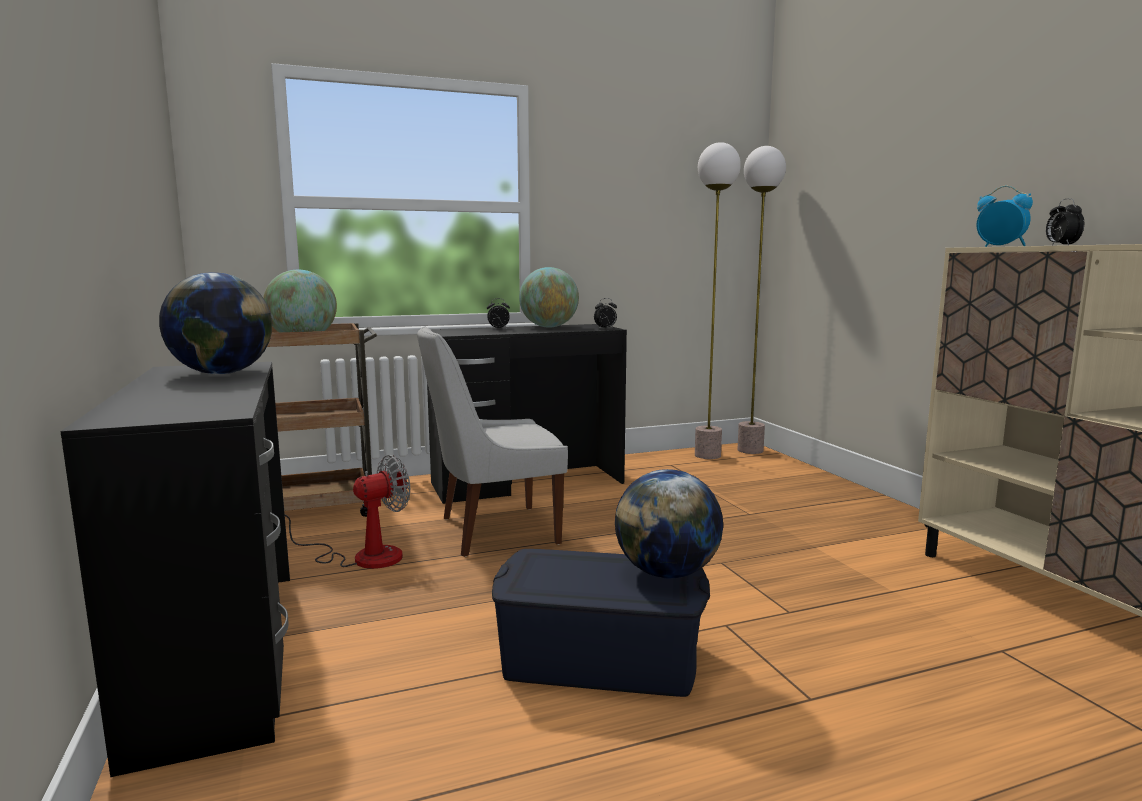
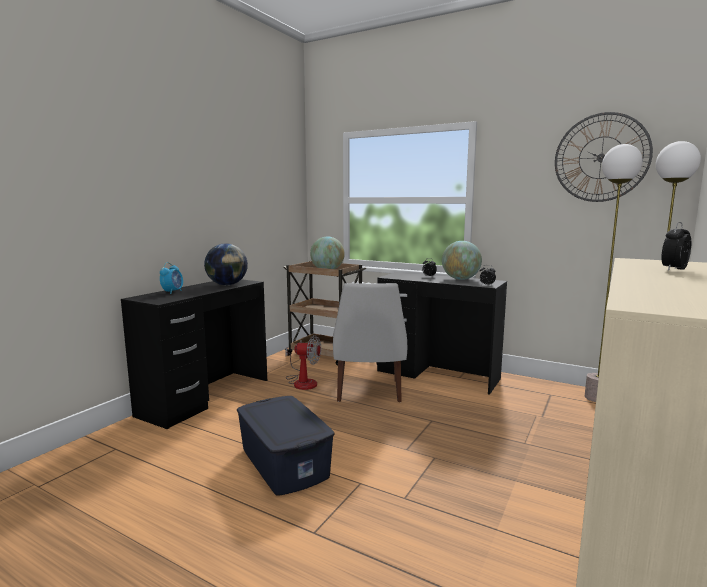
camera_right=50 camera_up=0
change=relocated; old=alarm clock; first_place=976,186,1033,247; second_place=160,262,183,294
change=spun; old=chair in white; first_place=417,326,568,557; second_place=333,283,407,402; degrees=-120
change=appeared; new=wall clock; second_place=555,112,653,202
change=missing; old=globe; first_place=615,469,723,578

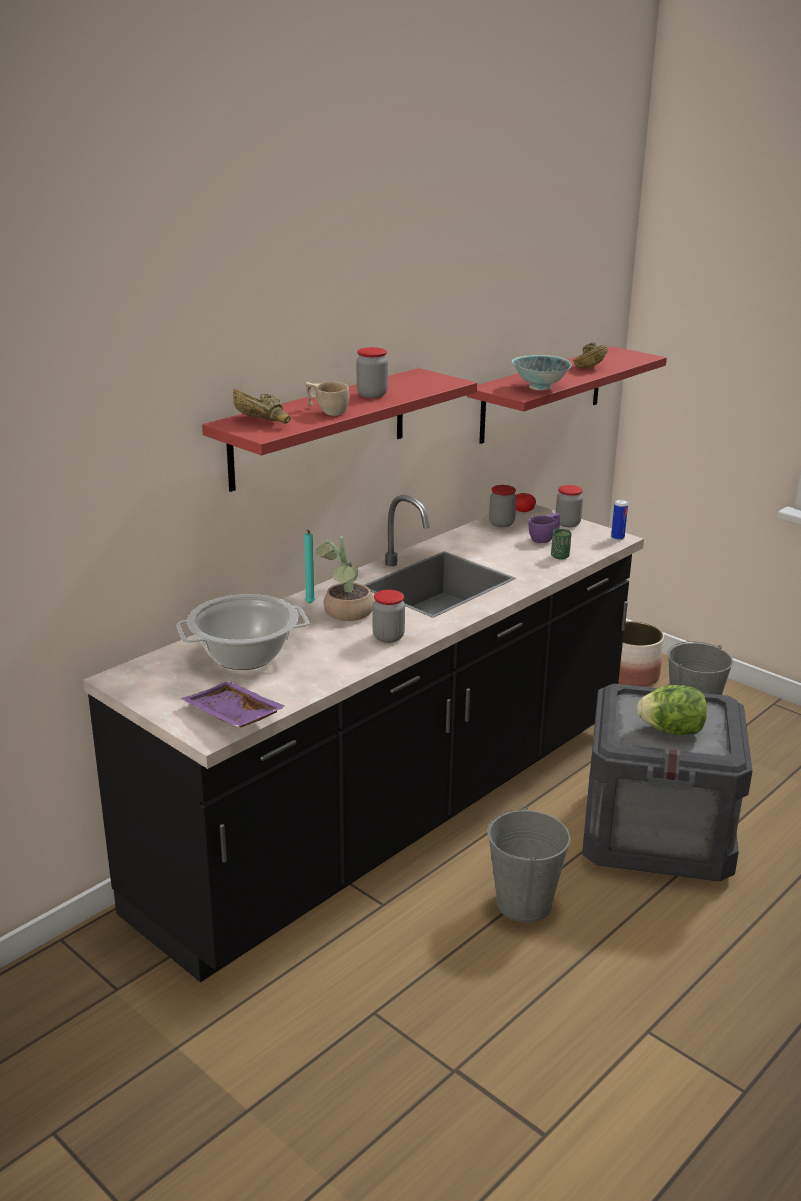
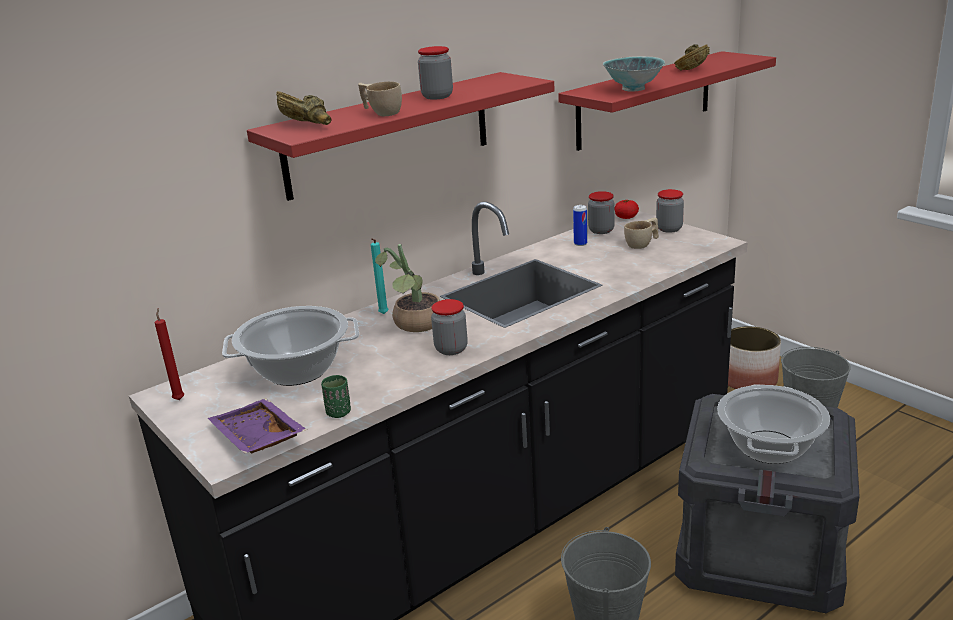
camera_right=10 camera_up=0
change=appeared; new=candle in red; second_place=154,308,184,400
change=relocated; old=cup in green; first_place=551,529,572,560; second_place=321,375,351,418
change=relocated; old=can; first_place=611,500,628,540; second_place=573,205,587,246
change=colour; old=cup in purple; new=cup in beige; first_place=529,513,560,543; second_place=624,218,659,249
change=exchanged; old=lettuce; new=cooking pot; first_place=637,685,707,735; second_place=717,385,830,464

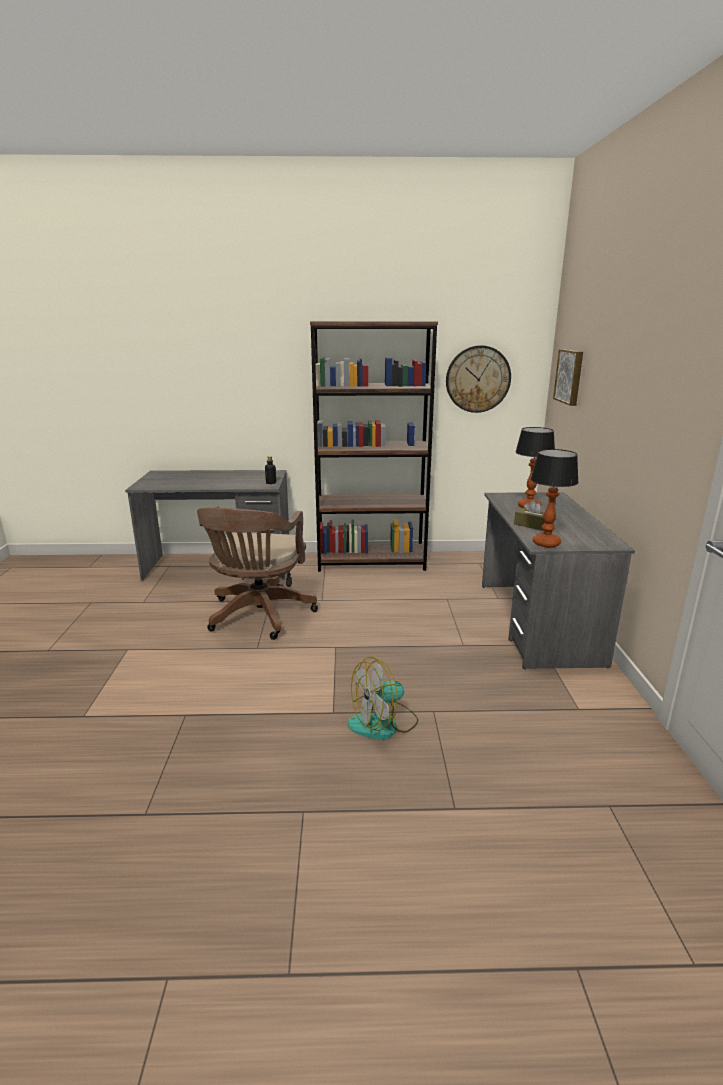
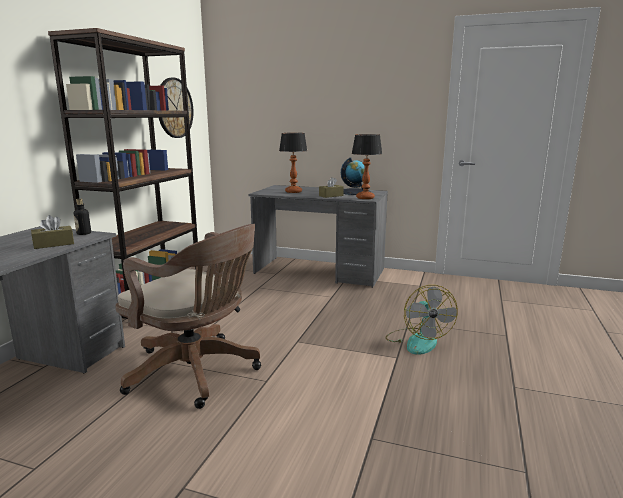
camera_right=-70 camera_up=-5
change=appeared; new=tissue box in brown; second_place=31,215,74,249
change=appeared; new=globe; second_place=341,157,371,195
change=missing; old=picture; first_place=553,349,583,406

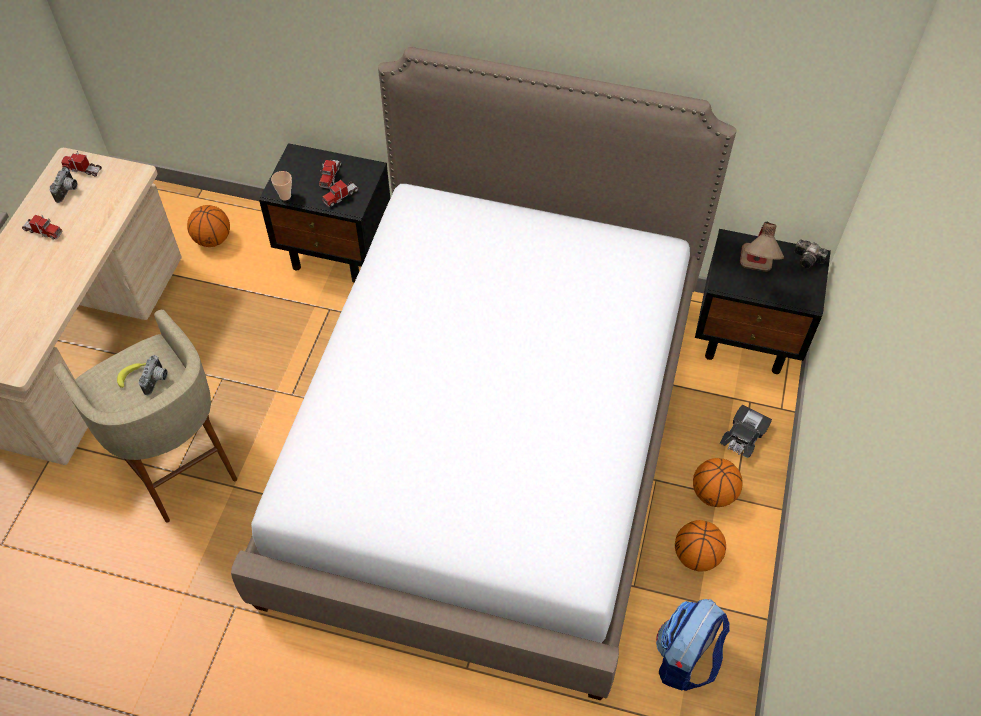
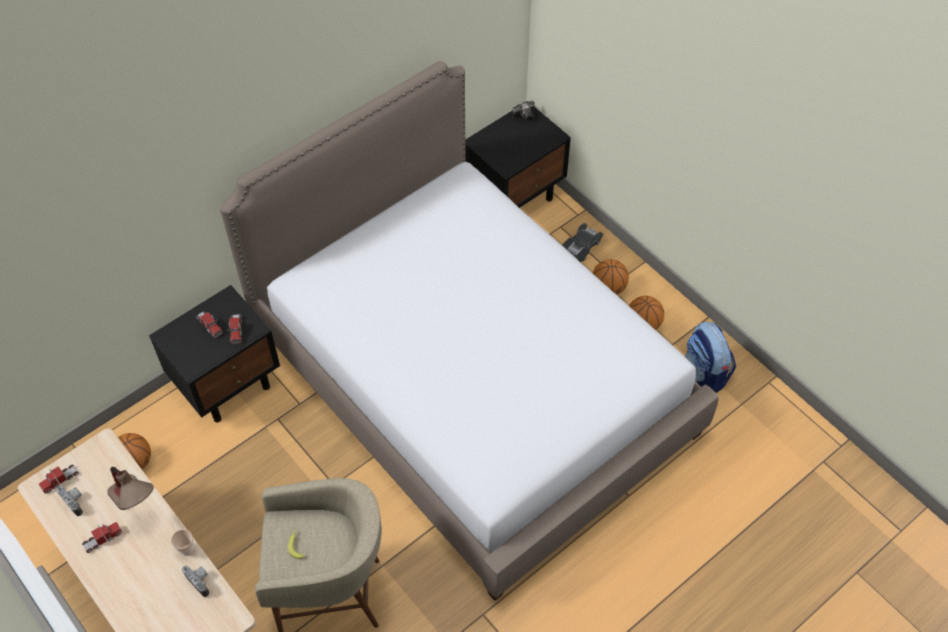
camera_right=-55 camera_up=0
change=relocated; old=table lamp; first_place=740,222,784,272; second_place=107,467,154,510
change=relocated; old=cup; first_place=271,171,292,201; second_place=171,529,193,556
change=relocated; old=photo camera; first_place=139,355,168,395; second_place=182,566,209,597
change=spun; old=toy car in black; first_place=720,404,772,458; second_place=562,223,603,262; degrees=-120

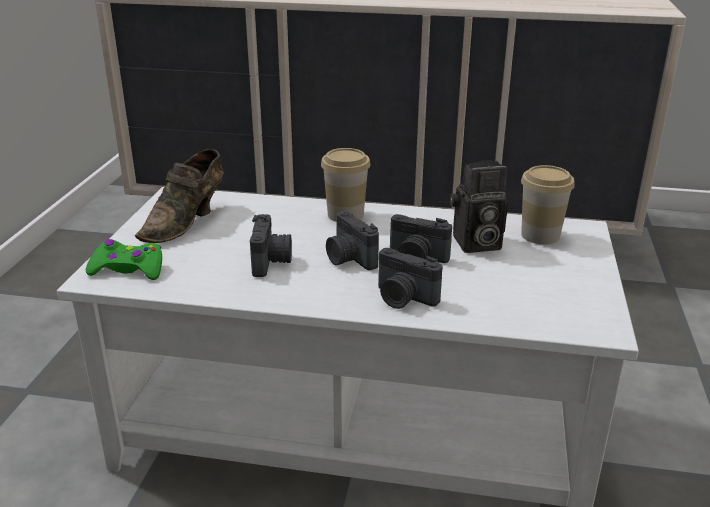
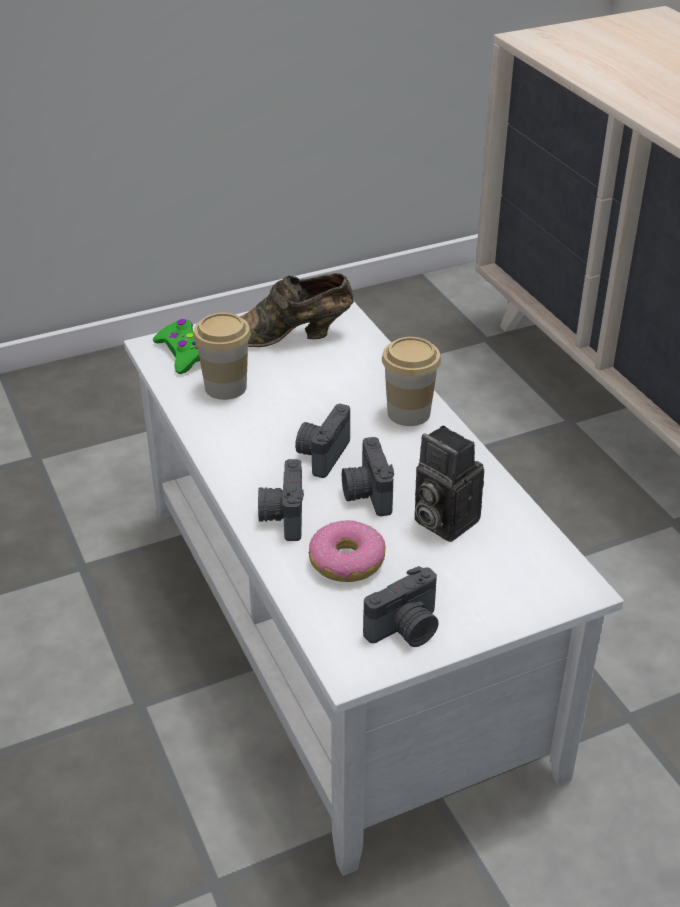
camera_right=55 camera_up=10
change=relocated; old=cup; first_place=521,165,575,245; second_place=193,313,251,400
change=appeared; new=donut; second_place=308,520,386,582
change=relocated; old=photo camera; first_place=250,214,292,277; second_place=363,566,439,647

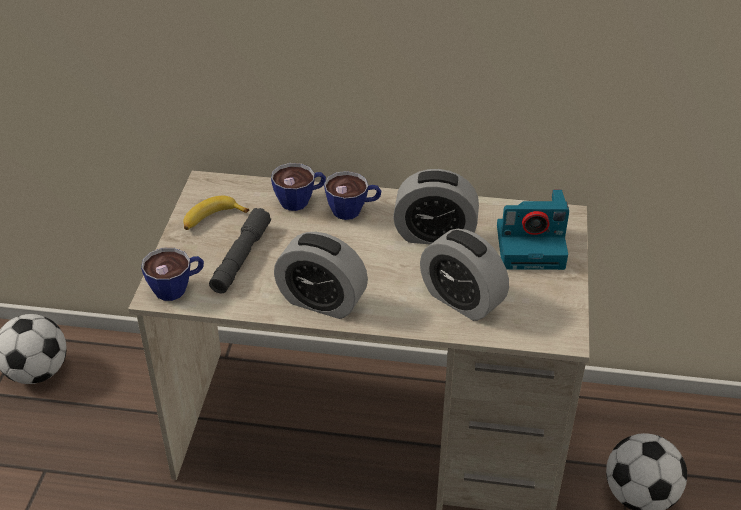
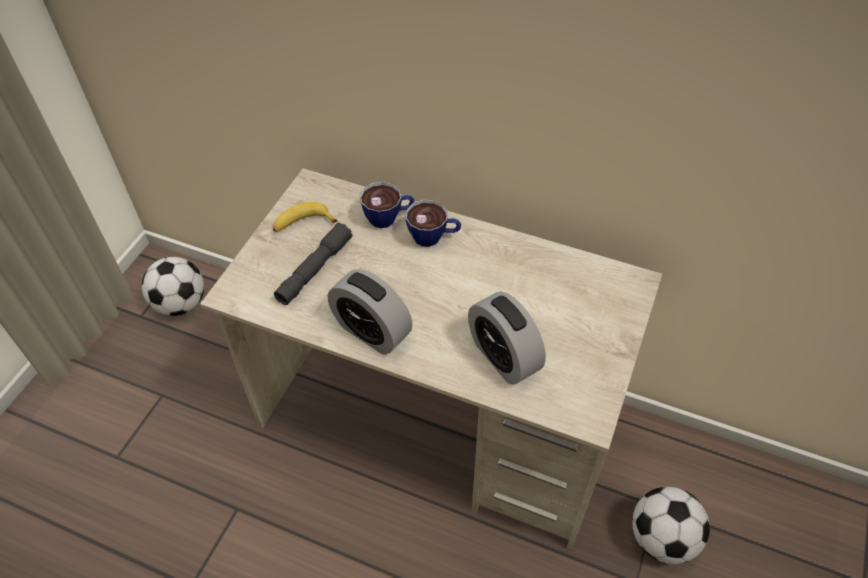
camera_right=15 camera_up=10
change=missing; old=cup; first_place=141,248,204,301
change=missing; old=alarm clock; first_place=393,169,479,244
change=missing; old=photo camera; first_place=497,190,569,270

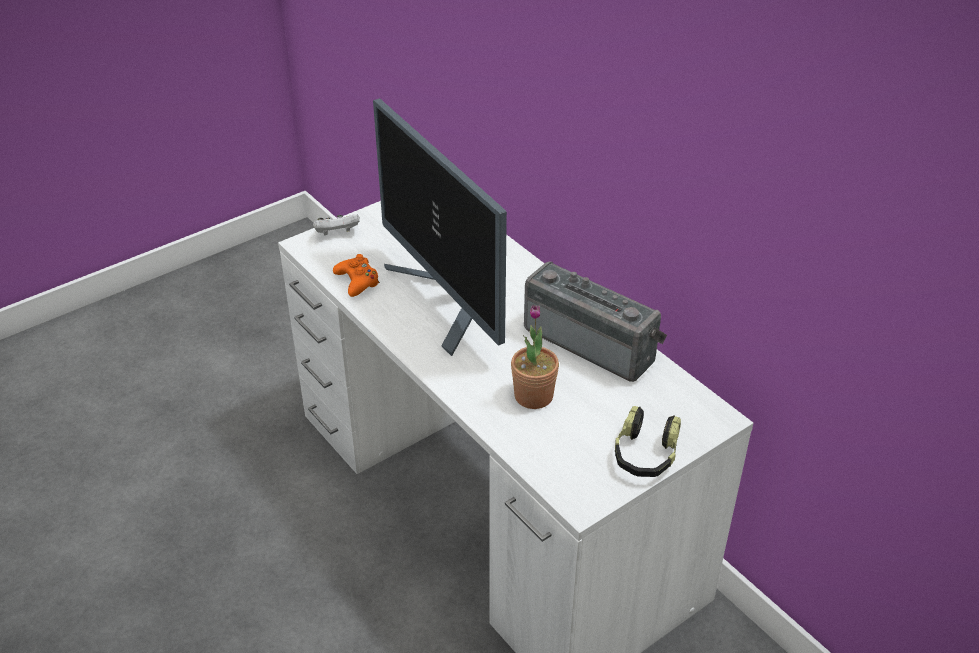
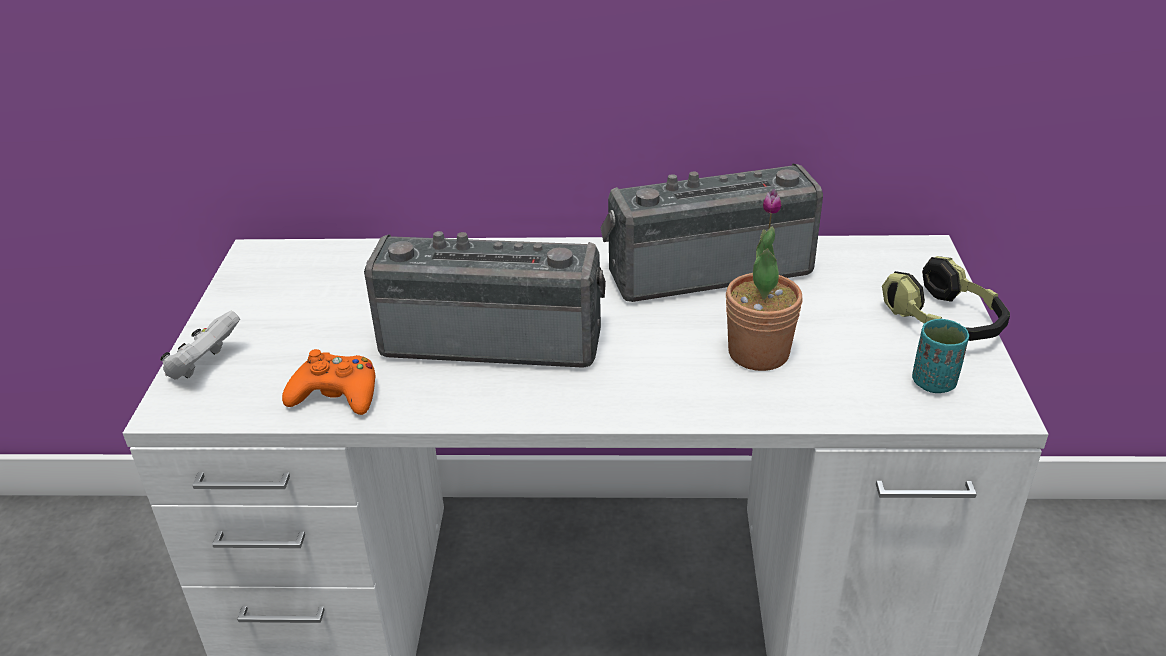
camera_right=-50 camera_up=-5
change=exchanged; old=monitor; new=radio; first_place=373,98,507,356; second_place=364,231,606,368
change=appeared; new=cup in turquoise; second_place=912,319,969,393

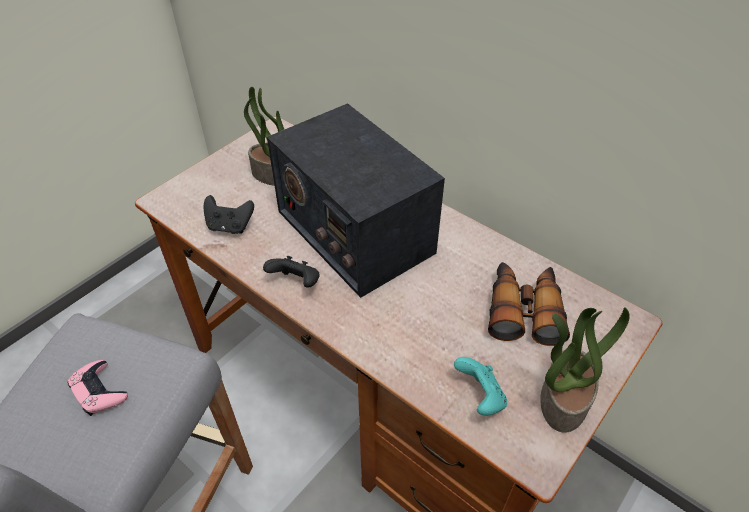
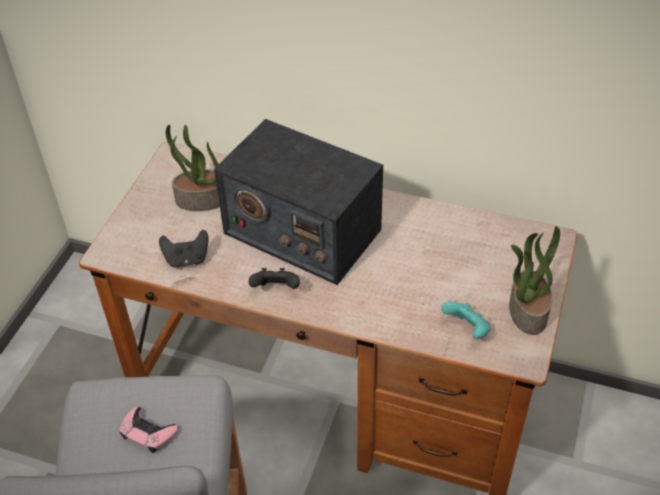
camera_right=-20 camera_up=0
change=missing; old=binoculars; first_place=488,262,570,346

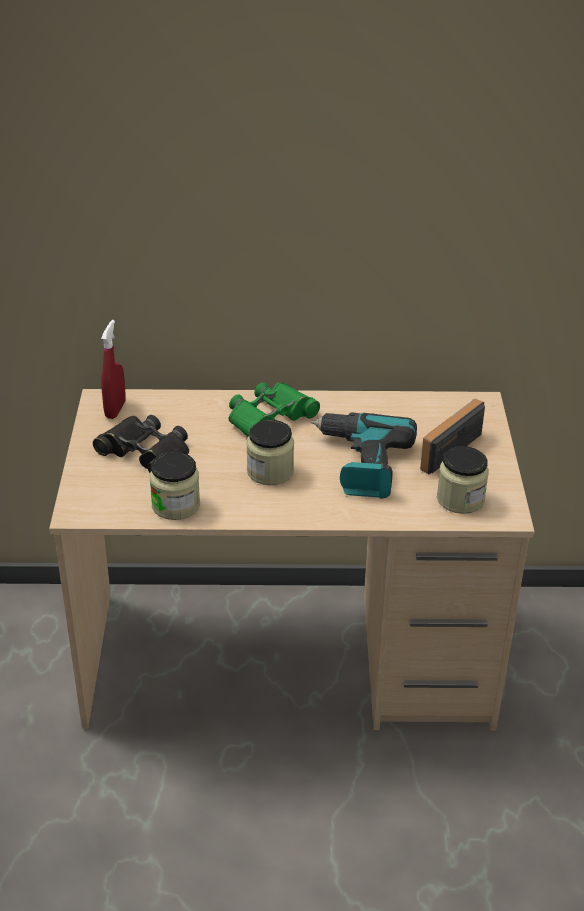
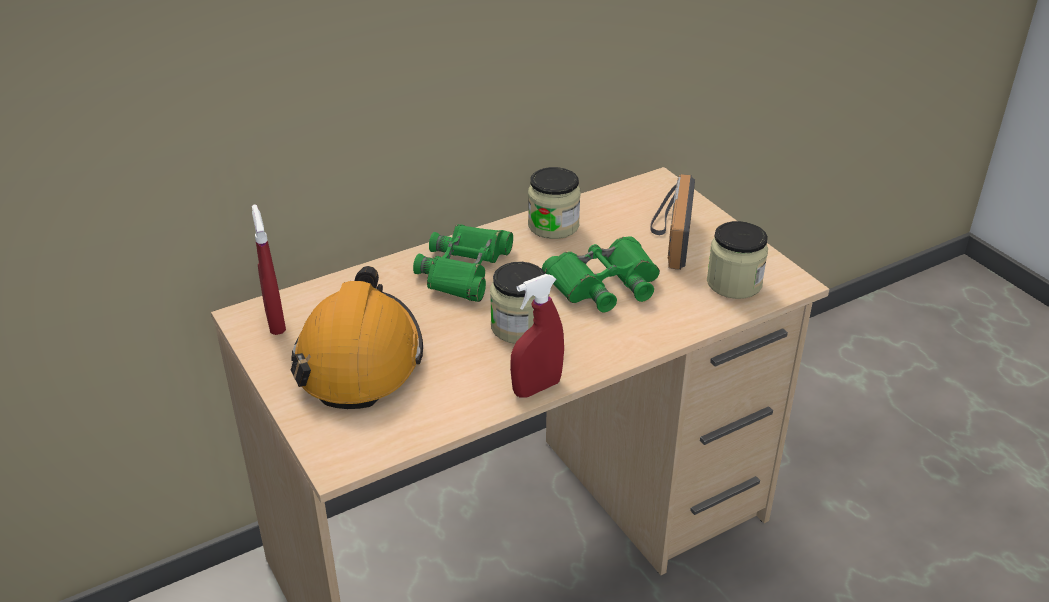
camera_right=-30 camera_up=0
change=exchanged; old=binoculars in black; new=hard hat in orange; first_place=93,415,189,473; second_place=291,266,423,409
change=appeared; new=spray bottle in red; second_place=510,274,564,398
change=relocated; old=jar; first_place=149,452,200,520; second_place=528,167,581,239
change=exchanged; old=power drill; new=binoculars in green; first_place=311,412,417,499; second_place=542,236,660,312

